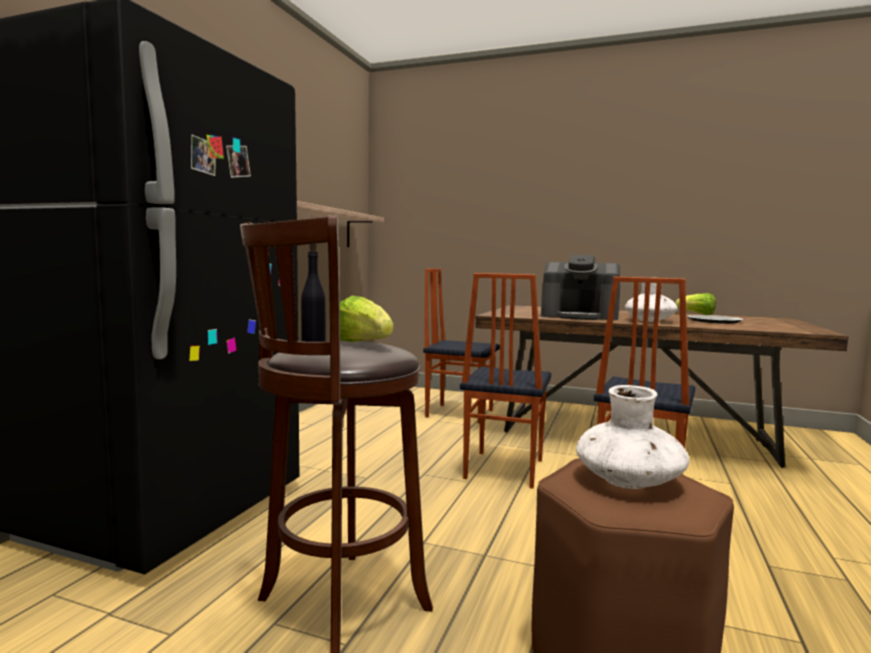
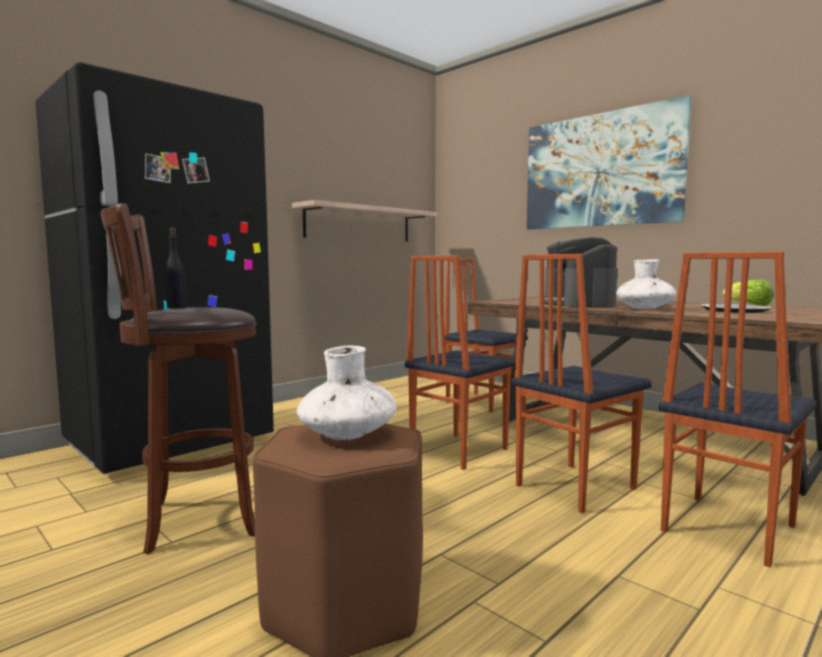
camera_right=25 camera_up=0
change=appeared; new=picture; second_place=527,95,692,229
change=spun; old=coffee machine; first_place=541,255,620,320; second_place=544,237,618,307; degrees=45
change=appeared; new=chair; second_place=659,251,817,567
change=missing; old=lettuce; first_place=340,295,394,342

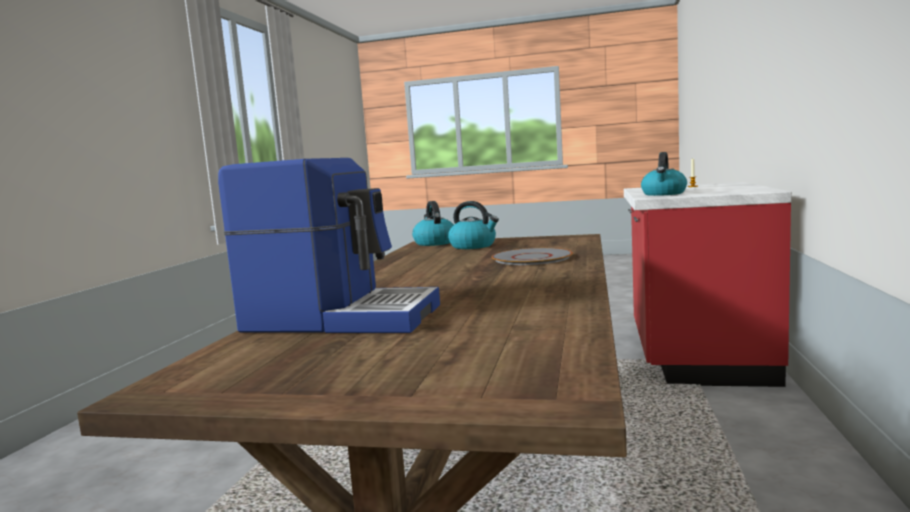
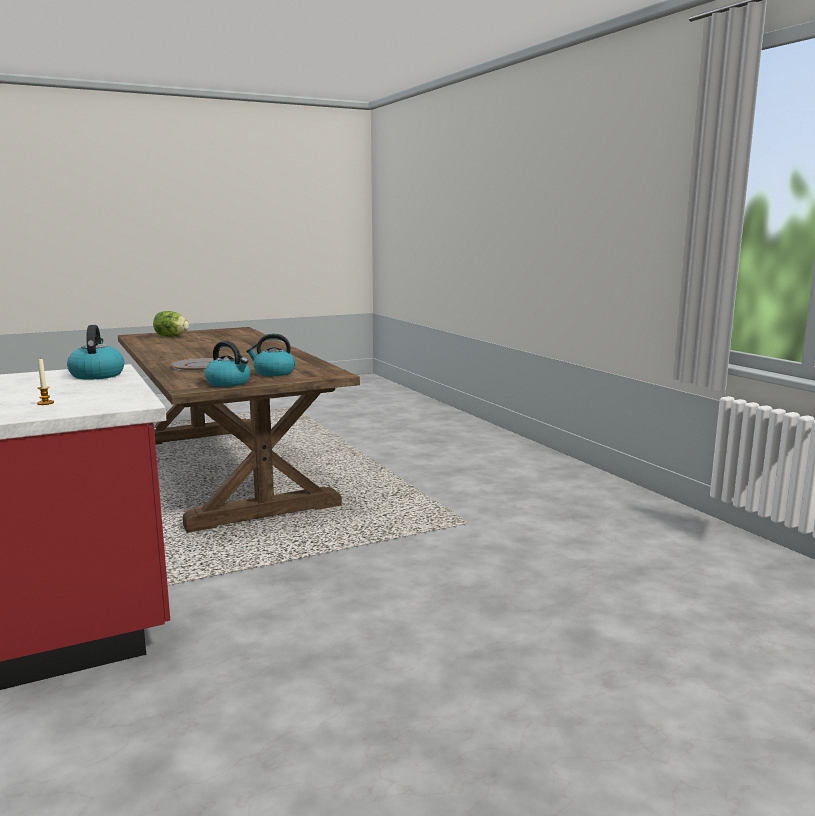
camera_right=140 camera_up=5
change=appeared; new=lettuce; second_place=153,311,189,337
change=relocated; old=kettle; first_place=412,201,454,246; second_place=205,341,250,387
change=missing; old=coffee machine; first_place=218,158,440,333

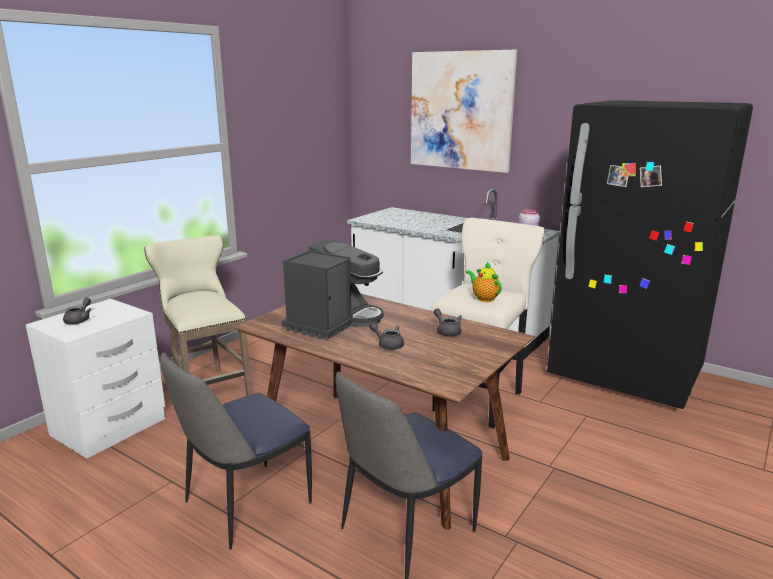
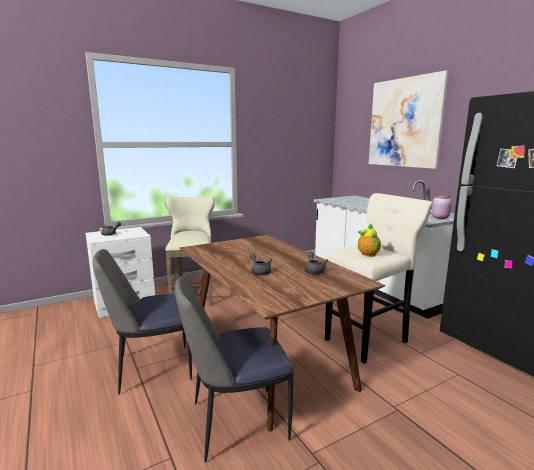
camera_right=25 camera_up=-5
change=missing; old=coffee machine; first_place=281,238,383,340

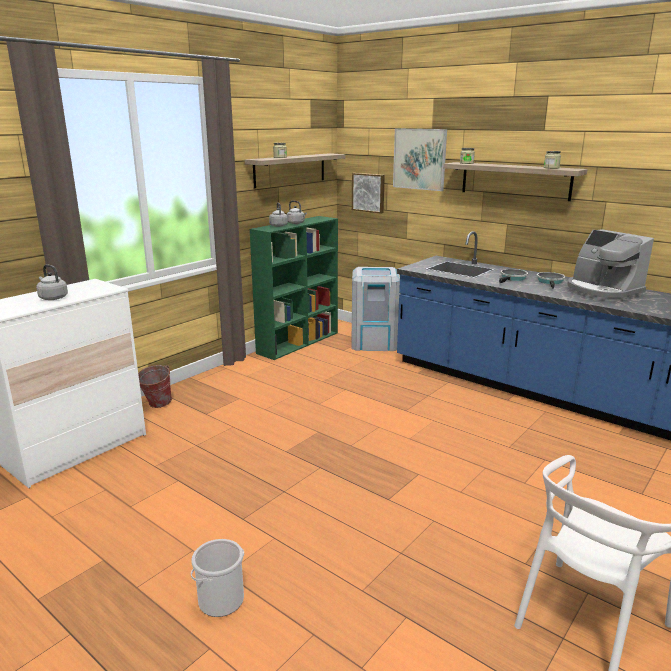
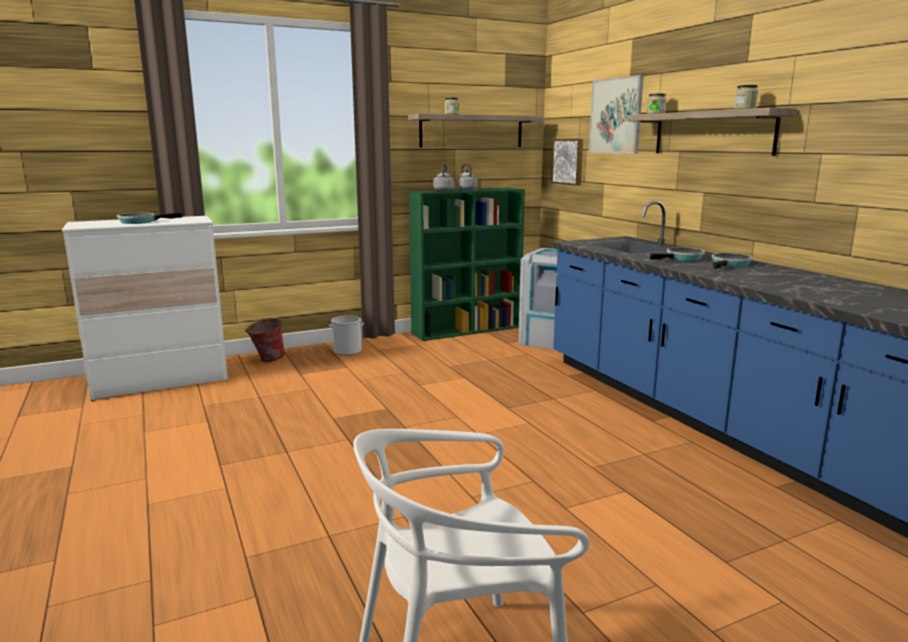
camera_right=25 camera_up=-5
change=exchanged; old=kettle in grey; new=frying pan; first_place=36,265,68,300; second_place=117,212,183,224
change=relocated; old=bucket; first_place=191,539,244,617; second_place=329,316,364,356
change=missing; old=coffee machine; first_place=567,229,654,301

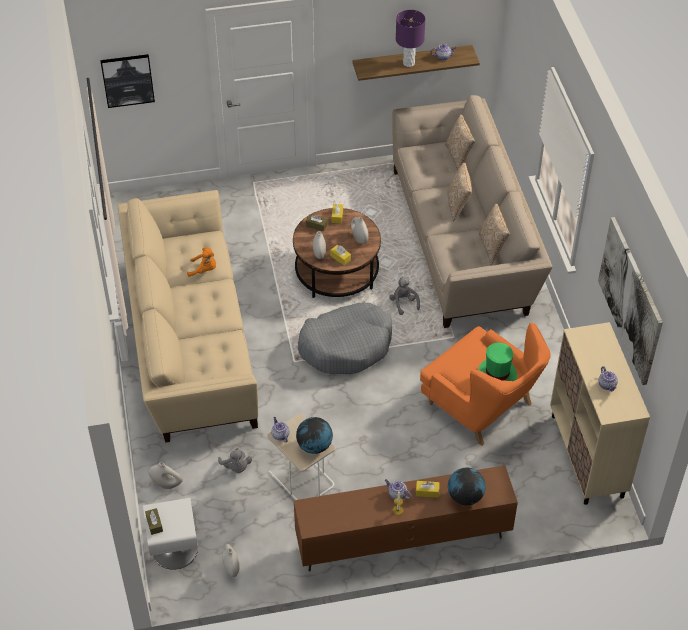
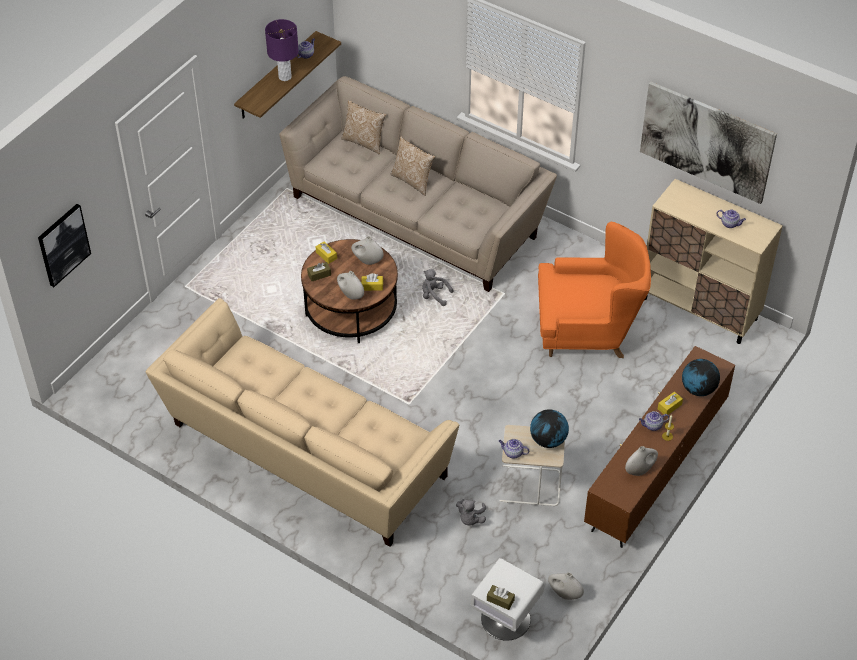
camera_right=-45 camera_up=0
change=spun; old=plush toy in grey; first_place=218,448,252,473; second_place=456,499,486,525; degrees=90
change=relocated; old=vase in white; first_place=149,463,183,489; second_place=625,446,658,476
change=missing; old=plush toy in orange; first_place=187,247,216,277
change=missing; old=dog bed in grey; first_place=298,303,392,374
change=missing; old=hat in green; first_place=478,343,517,381
change=missing; old=pillow; first_place=479,203,510,265

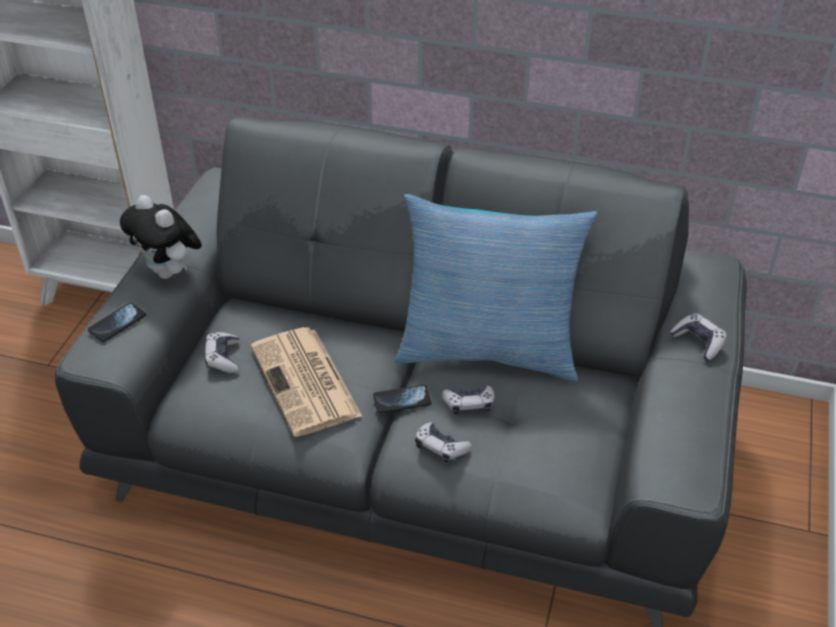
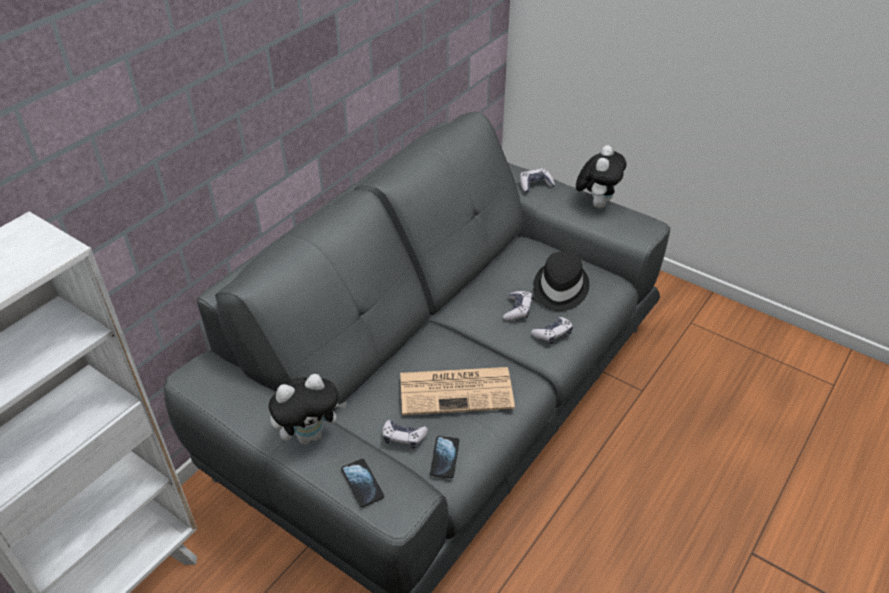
camera_right=-70 camera_up=0
change=relocated; old=phone; first_place=373,385,431,413; second_place=430,436,459,478
change=appeared; new=hat in black; second_place=533,252,589,311
change=appeared; new=plush toy; second_place=576,145,627,208
change=missing; old=pillow; first_place=395,194,597,382

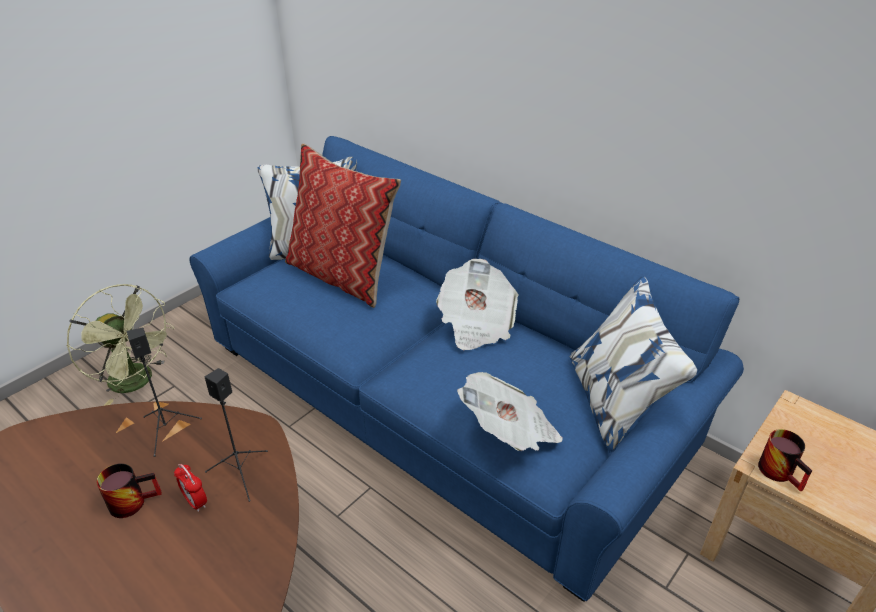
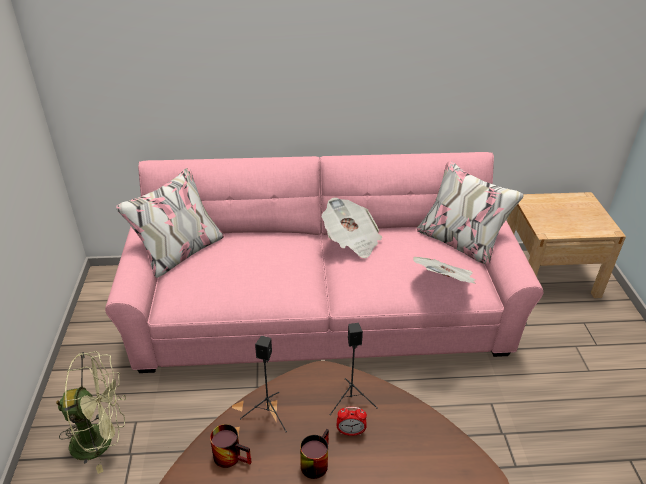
camera_right=-45 camera_up=0
change=colour; old=sofa in blue; new=sofa in pink; first_place=190,136,744,602; second_place=105,152,544,373
change=relocated; old=mug; first_place=758,429,812,491; second_place=210,424,252,468
change=missing; old=pillow; first_place=285,143,401,308

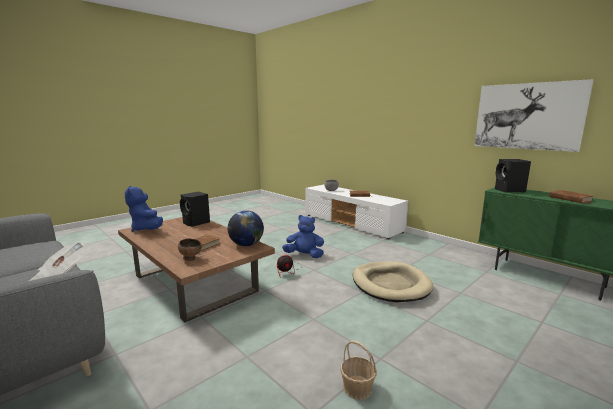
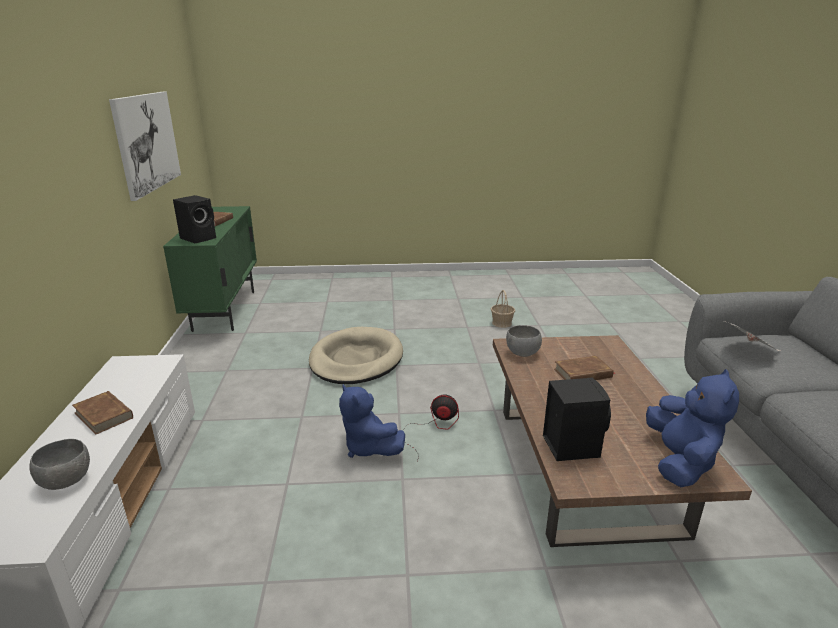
camera_right=-140 camera_up=10
change=exchanged; old=globe; new=bowl in grey; first_place=228,210,264,246; second_place=506,325,542,357
change=missing; old=bowl in brown; first_place=178,239,202,261

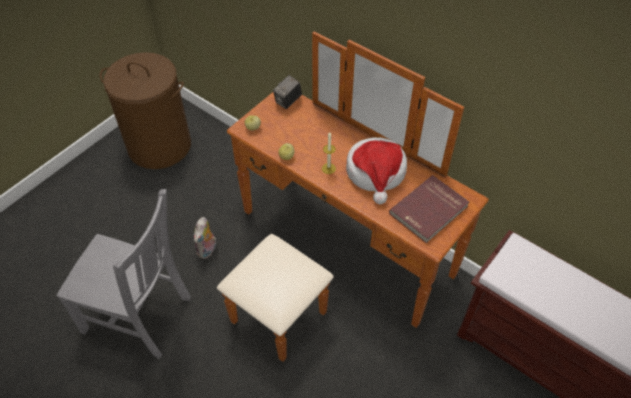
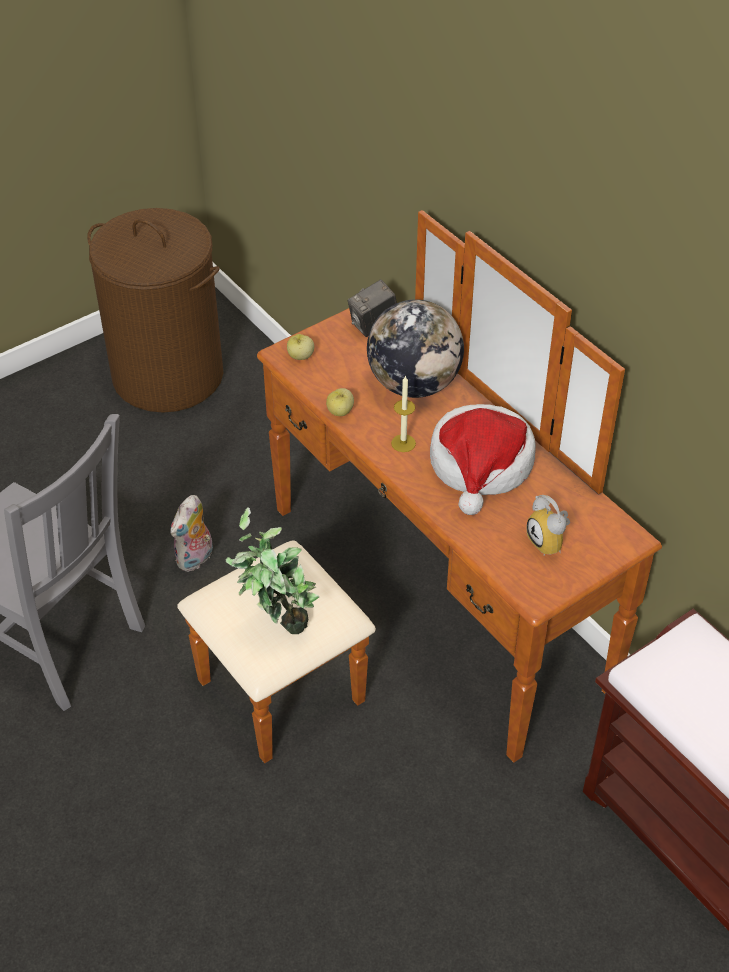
camera_right=15 camera_up=-5
change=appeared; new=potted plant; second_place=226,507,319,634
change=appeared; new=globe; second_place=367,299,464,398
change=exchanged; old=book in red; new=alarm clock; first_place=389,175,469,243; second_place=526,495,570,556

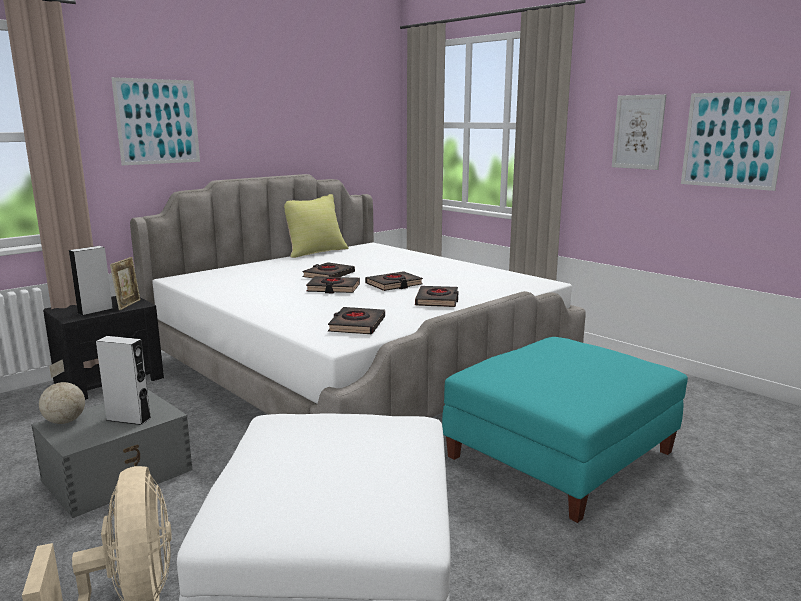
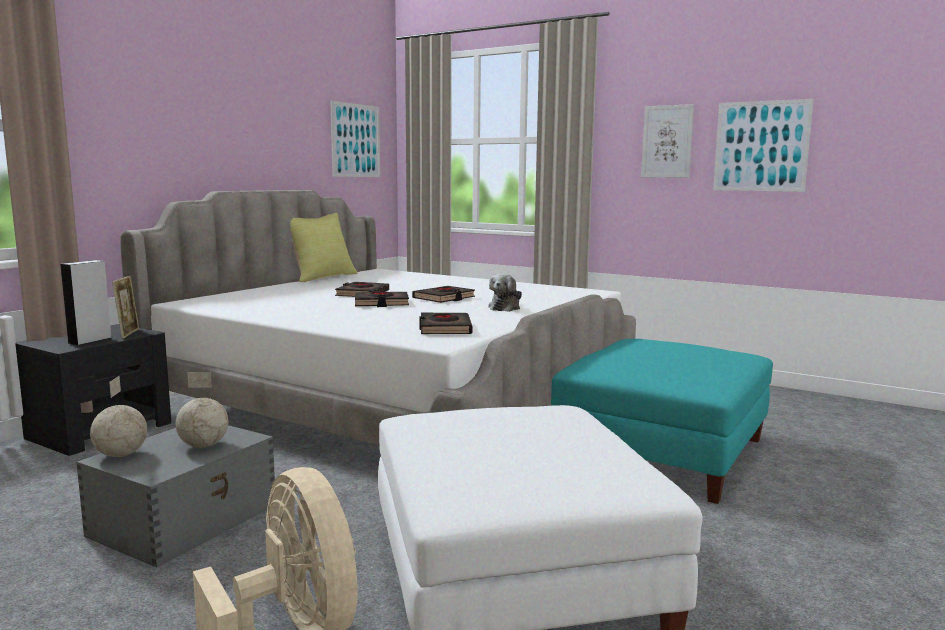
camera_right=-15 camera_up=-5
change=exchanged; old=speaker in grey; new=globe; first_place=96,336,151,425; second_place=176,372,228,448
change=relocated; old=picture; first_place=111,77,200,165; second_place=331,101,380,177
change=exchanged; old=book in black; new=plush toy; first_place=415,286,458,307; second_place=488,273,522,312

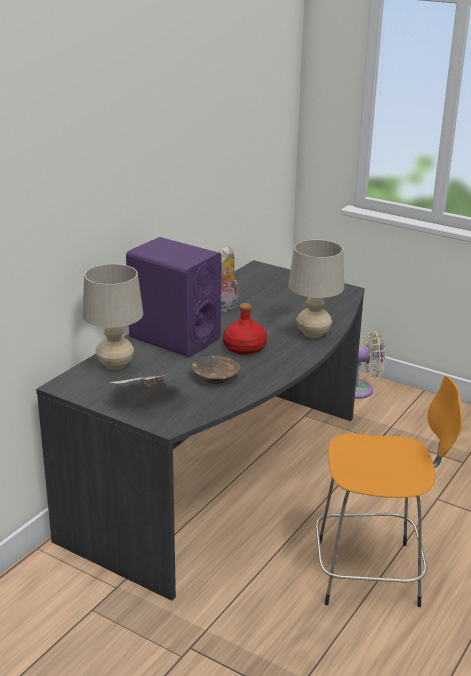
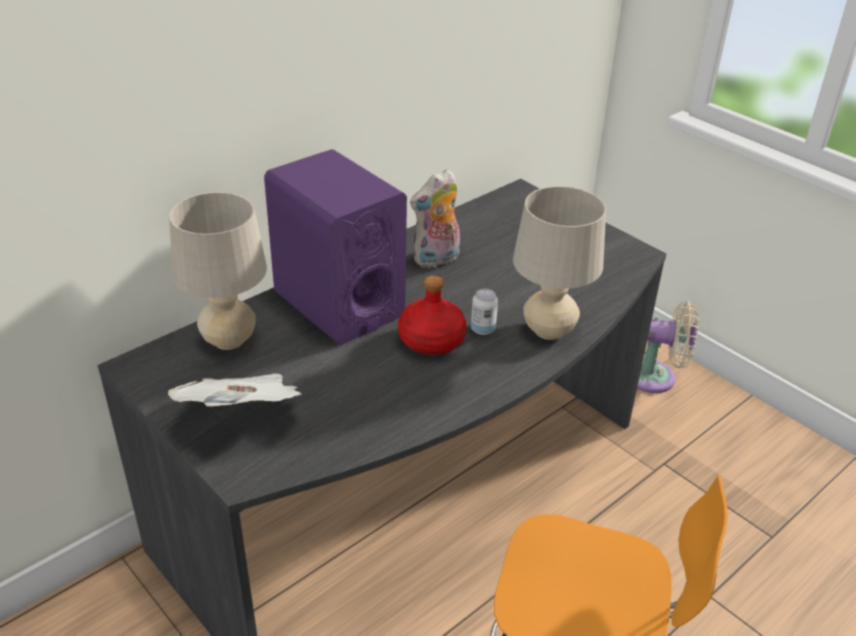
camera_right=15 camera_up=10
change=appeared; new=can; second_place=471,289,498,335
change=missing; old=bowl in brown; first_place=192,355,241,384

